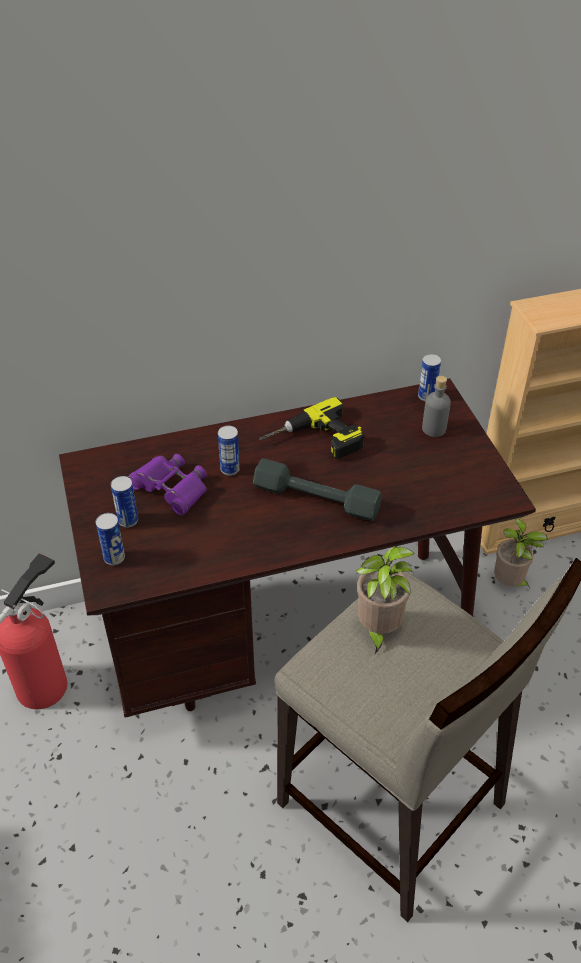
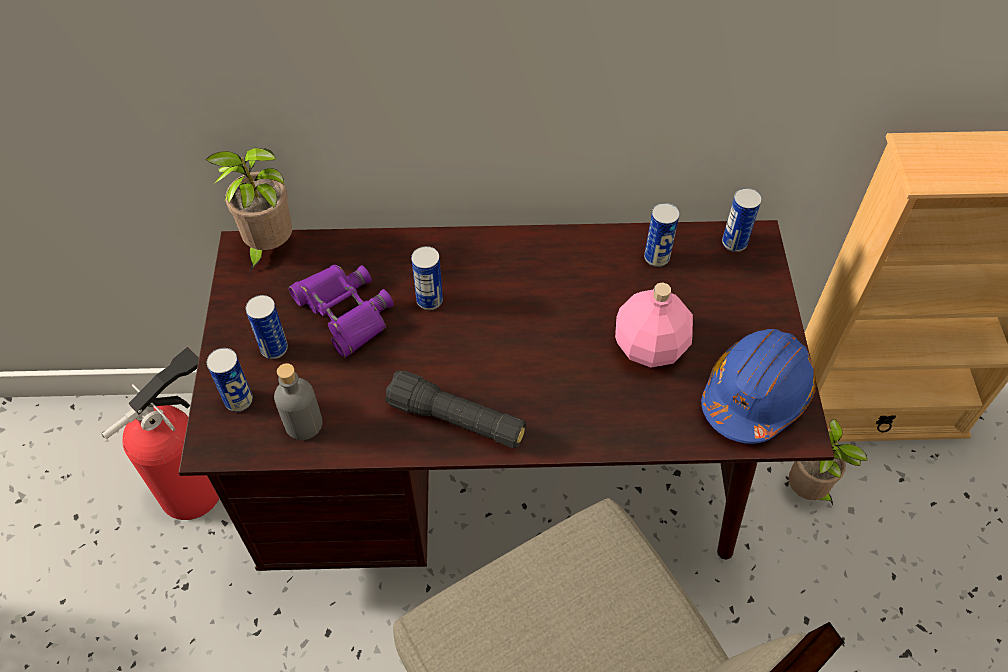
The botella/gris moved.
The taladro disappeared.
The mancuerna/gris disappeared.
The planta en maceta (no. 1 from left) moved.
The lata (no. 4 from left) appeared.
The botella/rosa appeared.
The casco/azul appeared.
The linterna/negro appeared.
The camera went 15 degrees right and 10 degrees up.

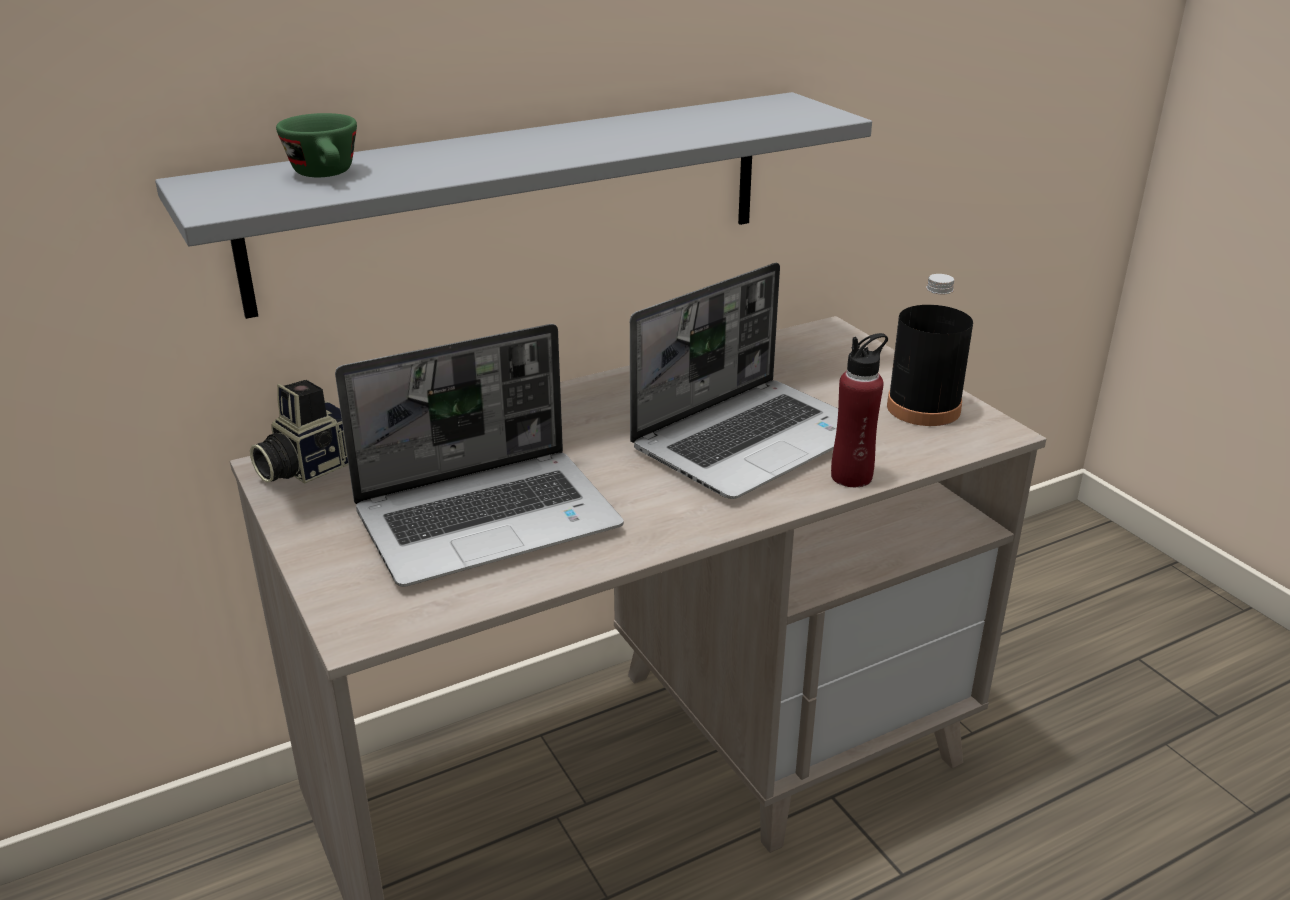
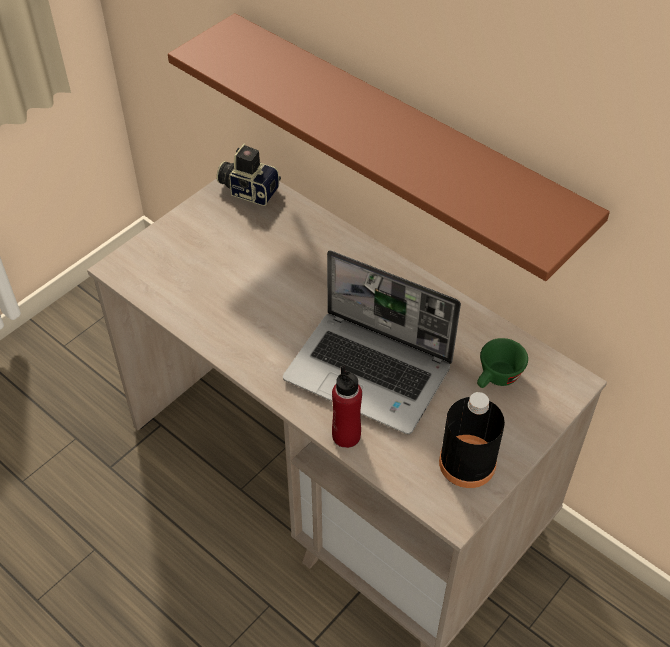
The estante/gris became the estante/marrón.
The taza/verde moved.
The portátil (no. 1 from left) disappeared.
The camera went 70 degrees right and 20 degrees up.

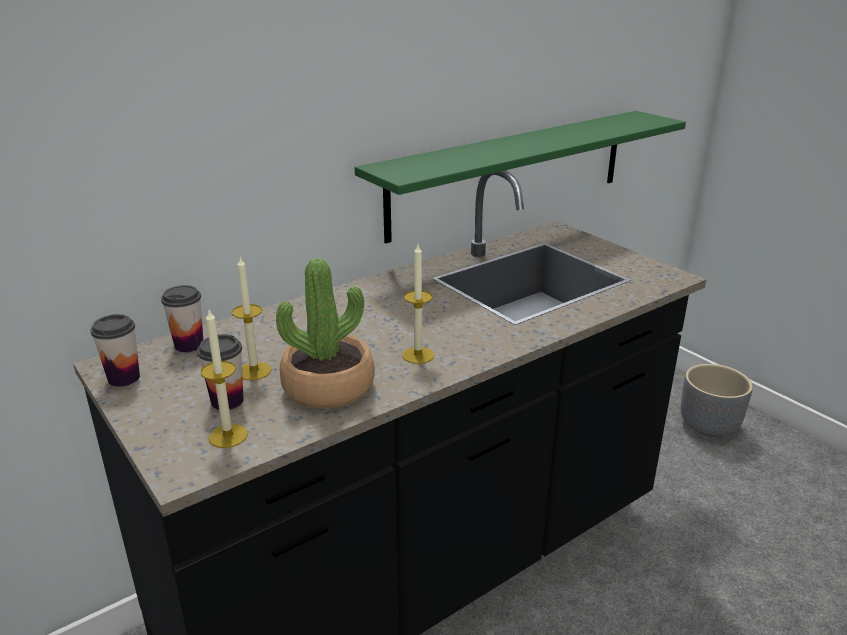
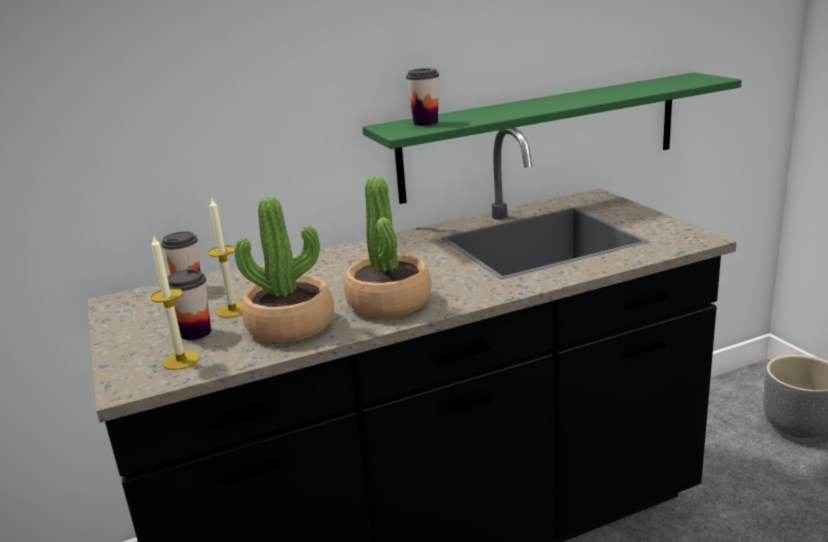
The vela (no. 3 from left) was replaced by the planta en maceta (no. 2 from left).
The taza (no. 1 from left in the first image) moved.
The camera went 15 degrees right and 5 degrees down.

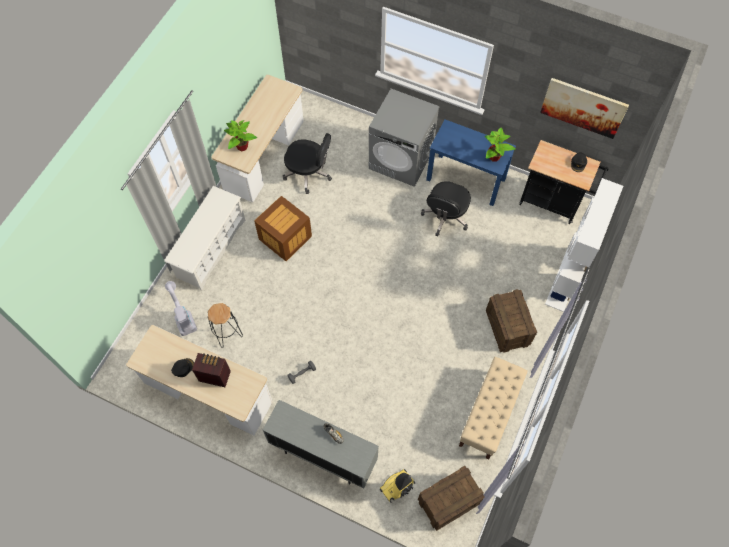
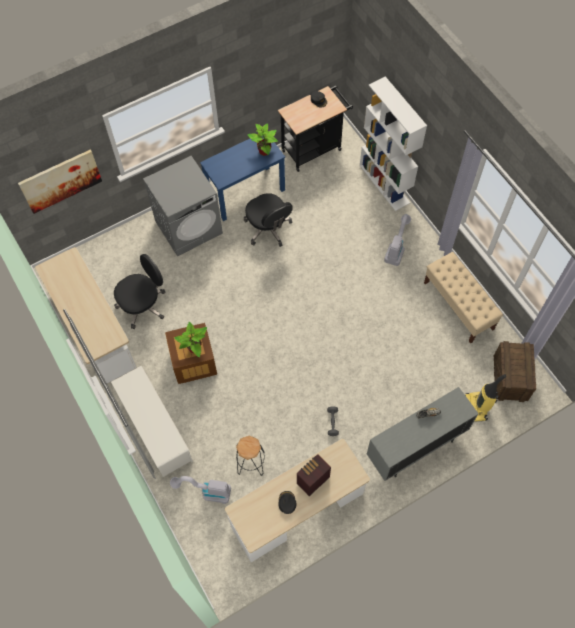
The cuadro moved.
The planta en maceta (no. 1 from left) moved.
The caja de embalaje (no. 3 from left) was replaced by the aspiradora (no. 2 from left).
The camera went 55 degrees left and 0 degrees up.

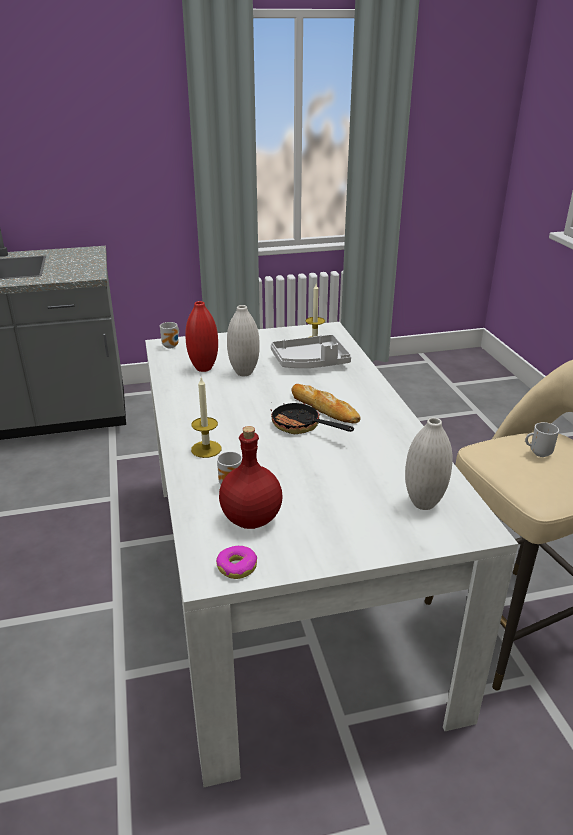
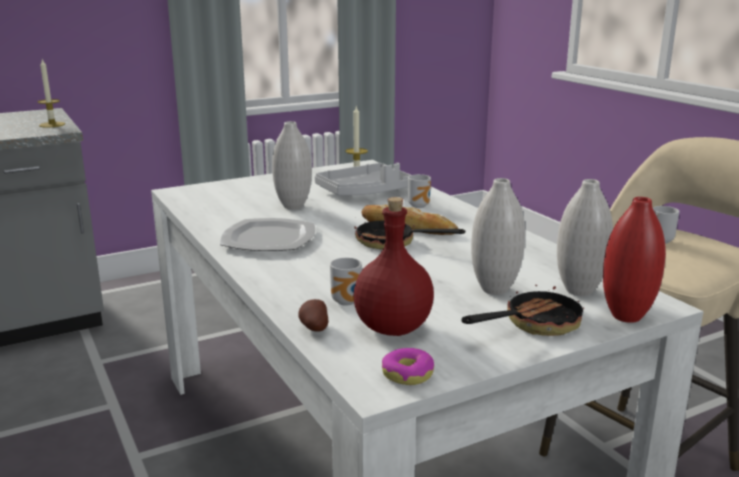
The florero/rojo moved.
The taza grande (no. 1 from left in the first image) moved.
The vela (no. 1 from left) moved.
The florero/blanco (no. 2 from left) appeared.
The plato appeared.
The sartén (no. 2 from left) appeared.
The patata appeared.
The camera went 15 degrees left and 10 degrees down.

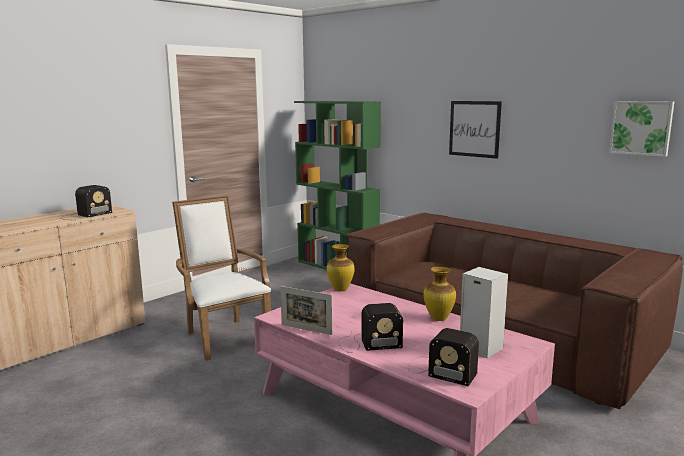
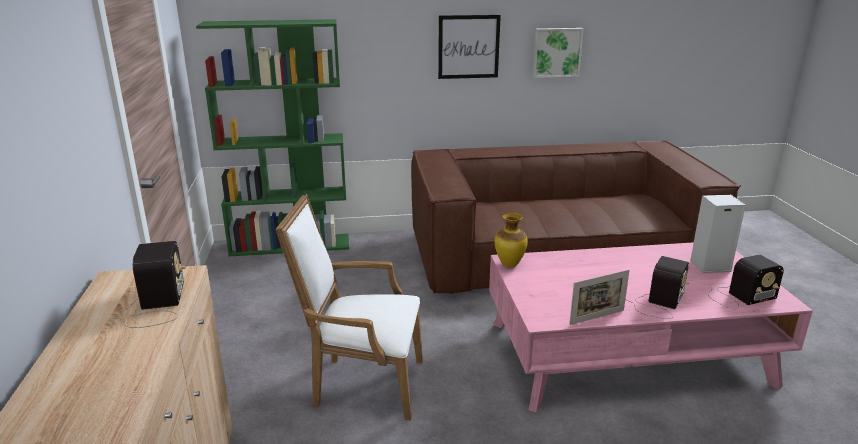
The cuadro (no. 2 from left) moved.
The florero (no. 2 from left) disappeared.
The camera went 50 degrees left and 10 degrees up.

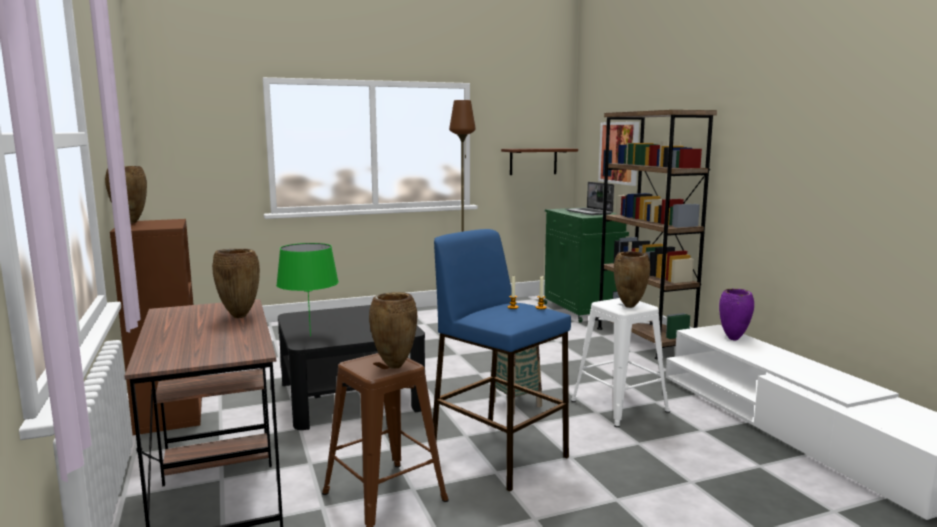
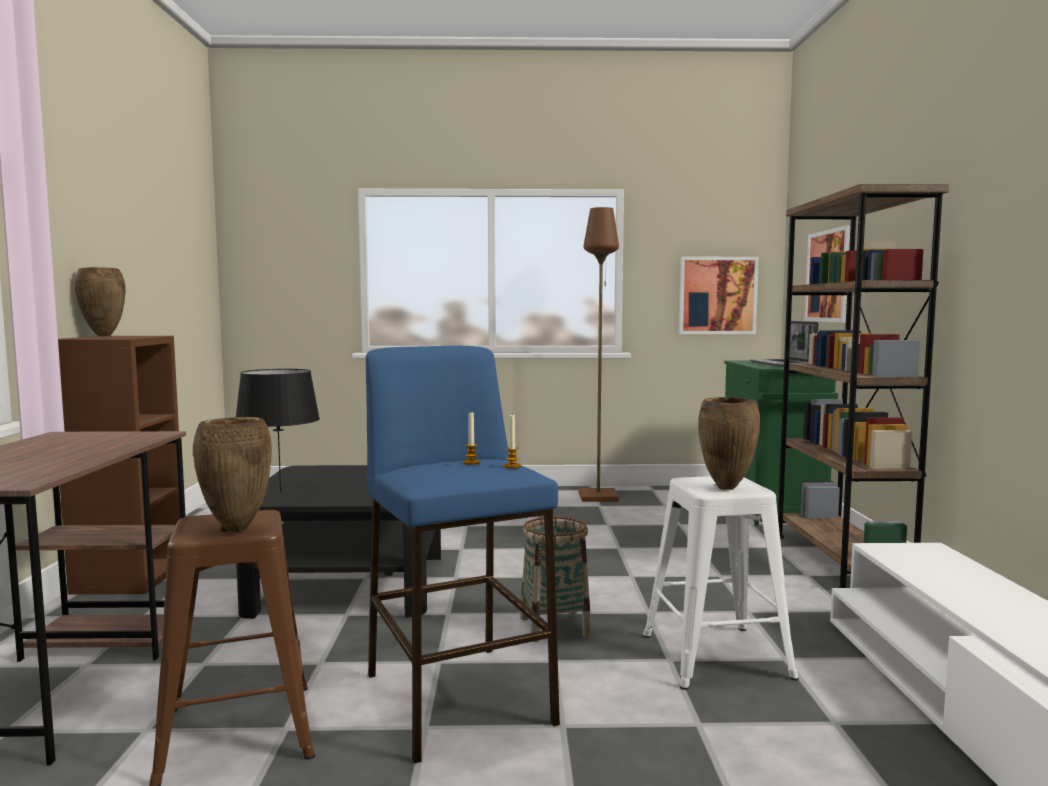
The estante/marrón was replaced by the cuadro (no. 1 from left).
The lámpara de mesa/verde became the lámpara de mesa/negro.
The florero/marrón (no. 2 from left) disappeared.
The florero/morado disappeared.
The camera went 20 degrees right and 5 degrees down.

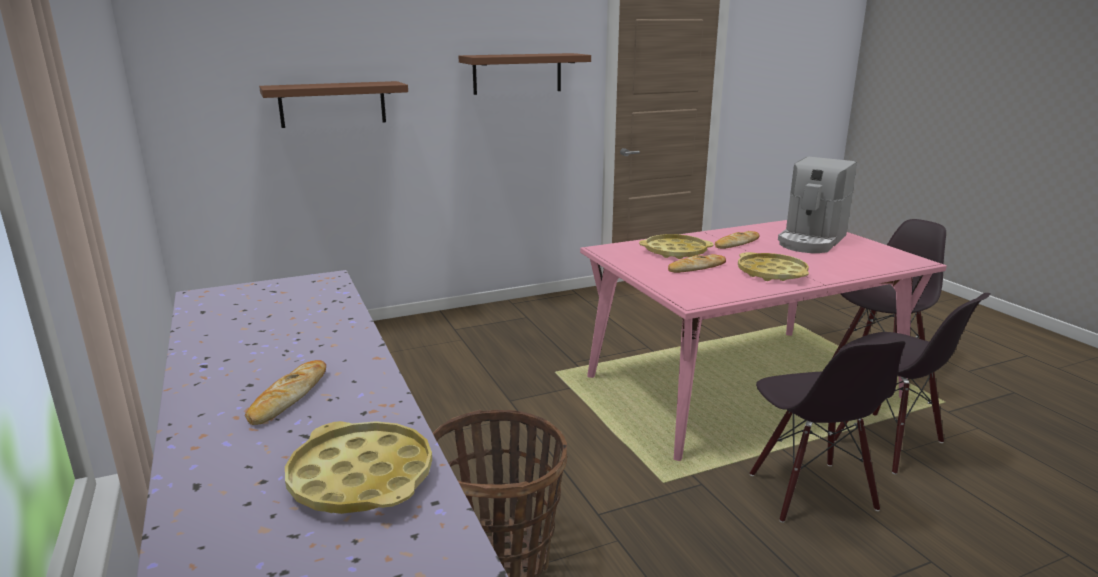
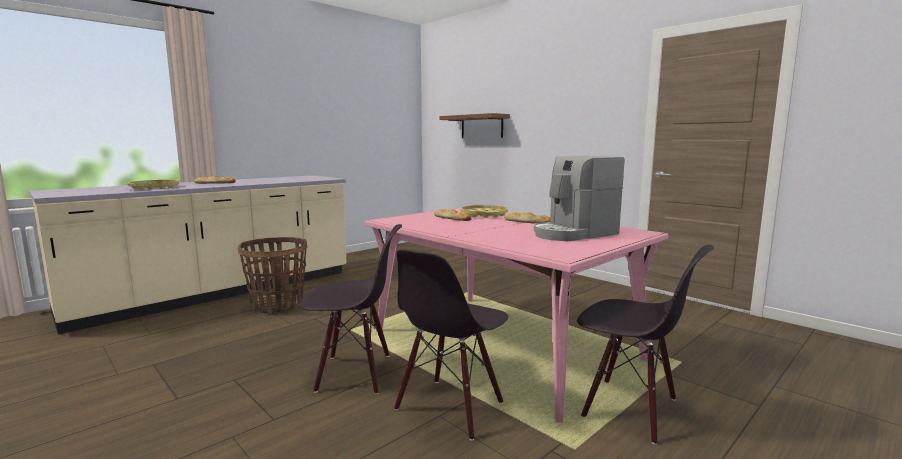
The estante/marrón (no. 2 from left) disappeared.
The cafetera turned 45 degrees counterclockwise.
The bandeja/amarillo (no. 3 from left) disappeared.
The silla/negro (no. 1 from left) turned 150 degrees counterclockwise.
The camera went 70 degrees right and 10 degrees down.

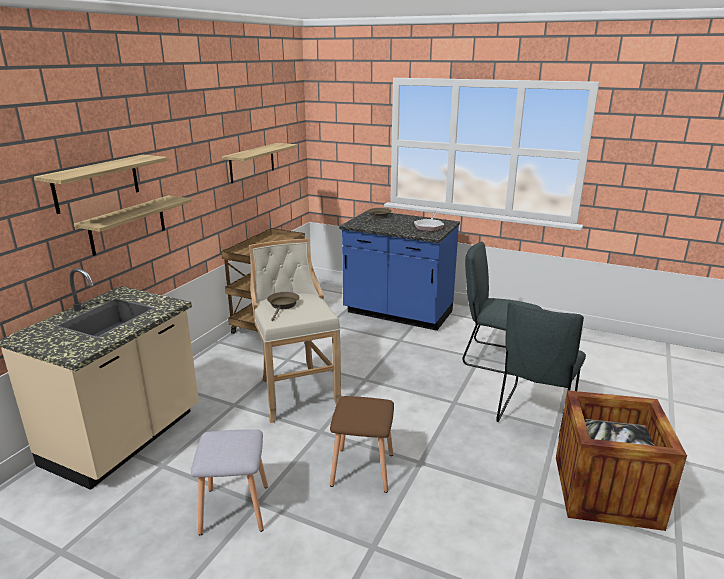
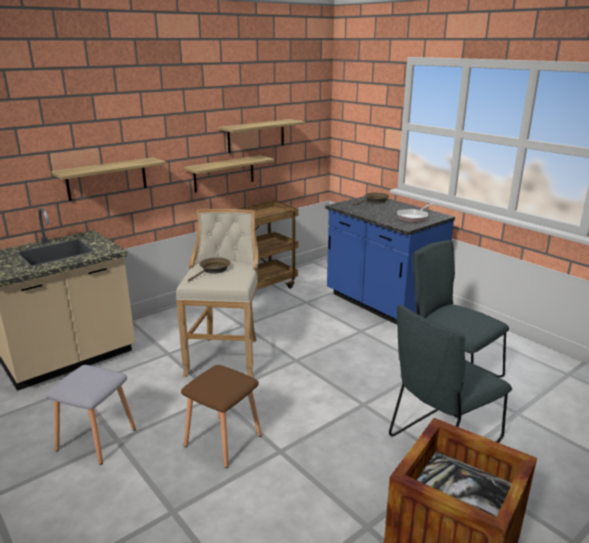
The estante (no. 1 from left in the first image) moved.
The camera went 25 degrees right and 0 degrees up.

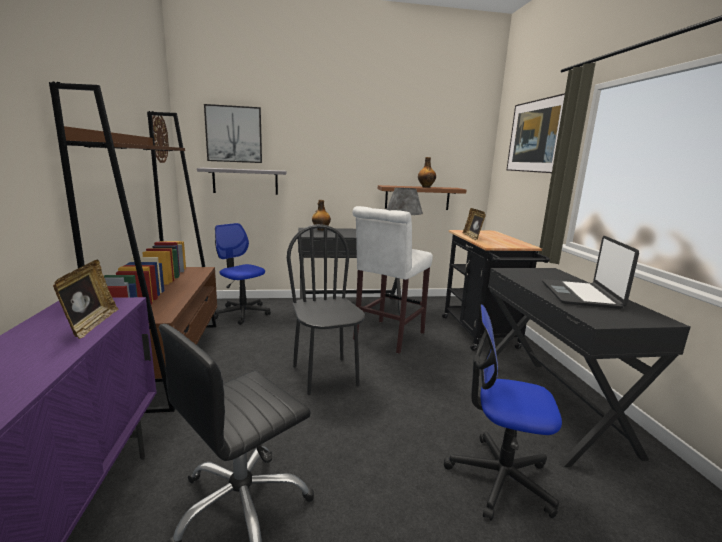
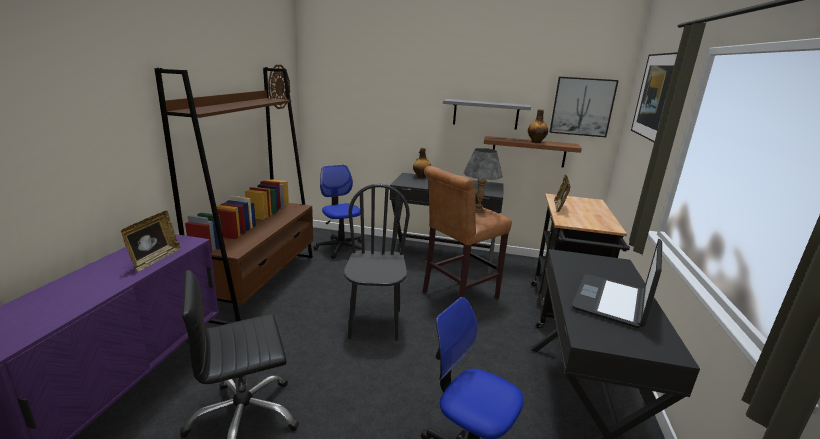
The cuadro (no. 1 from left) moved.
The estante/gris moved.
The taburete/blanco became the taburete/marrón.
The camera went 20 degrees right and 5 degrees up.

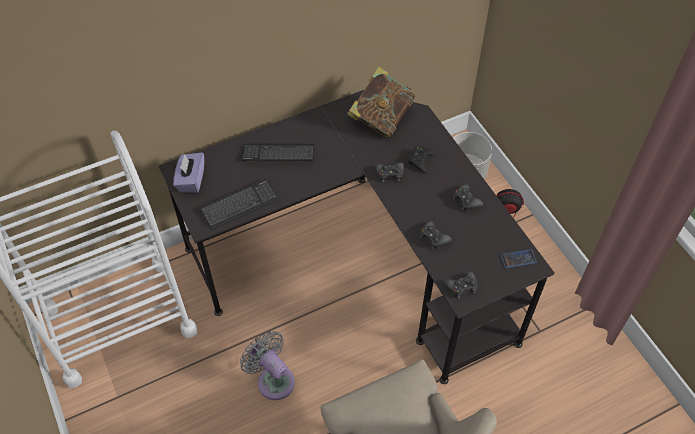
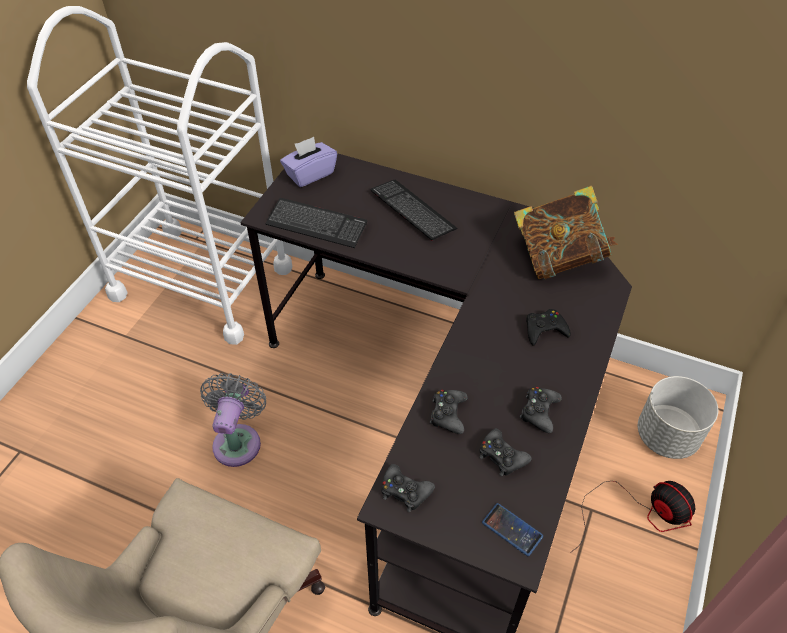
The mando de consola/negro (no. 1 from left in the first image) moved.
The camera went 50 degrees right and 5 degrees down.

